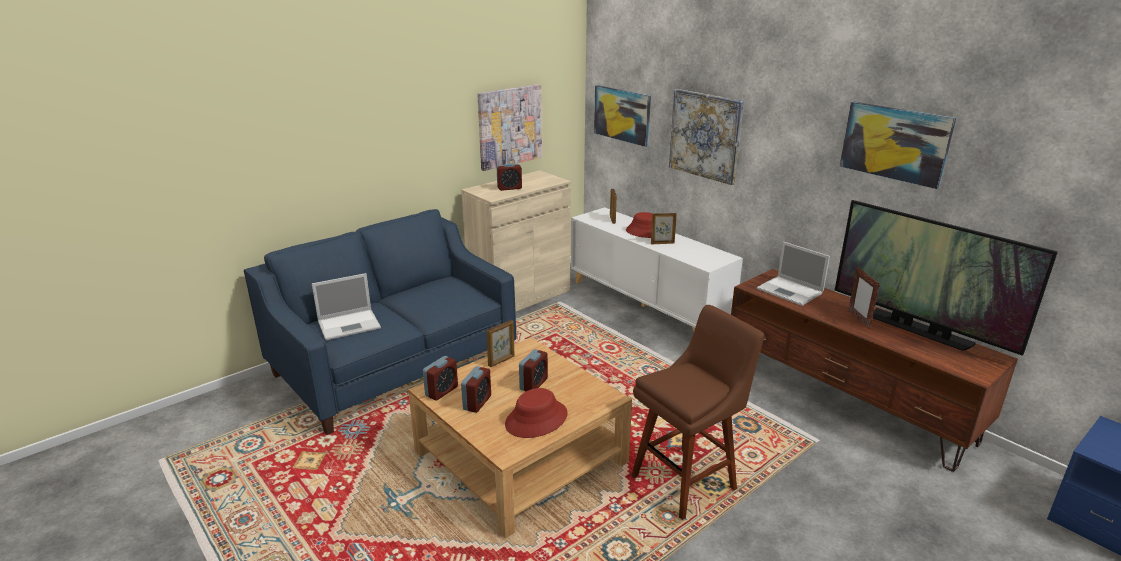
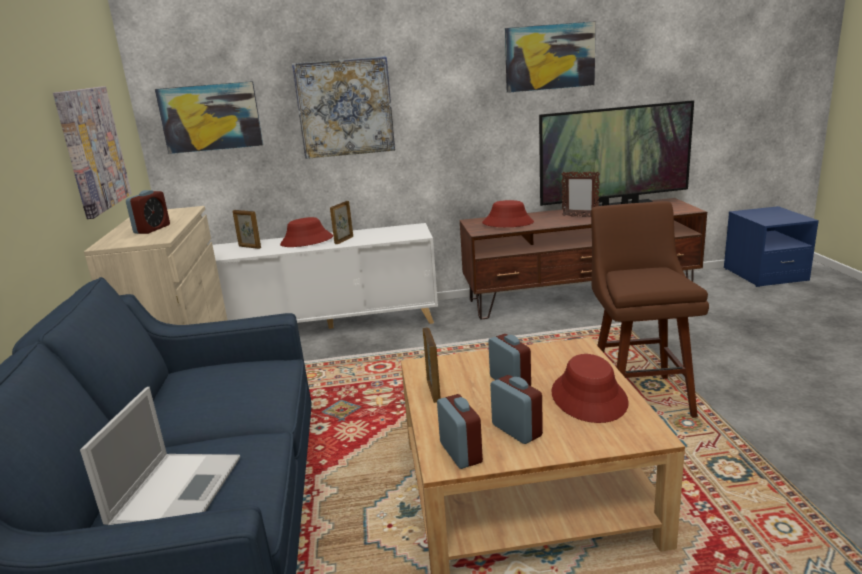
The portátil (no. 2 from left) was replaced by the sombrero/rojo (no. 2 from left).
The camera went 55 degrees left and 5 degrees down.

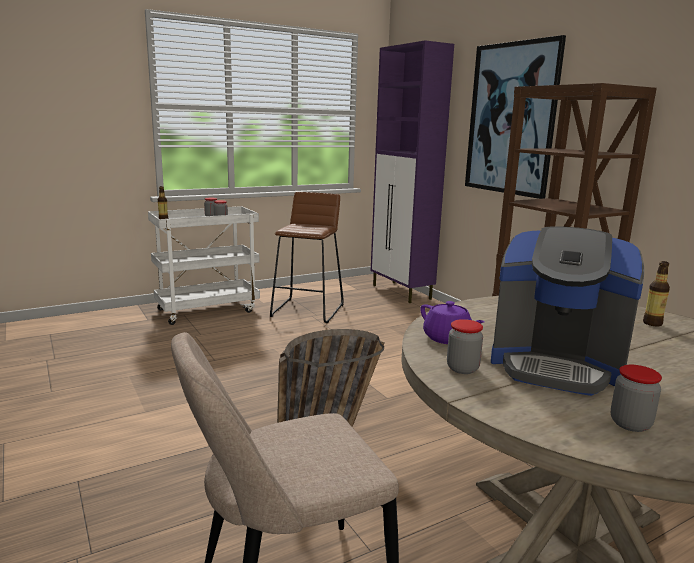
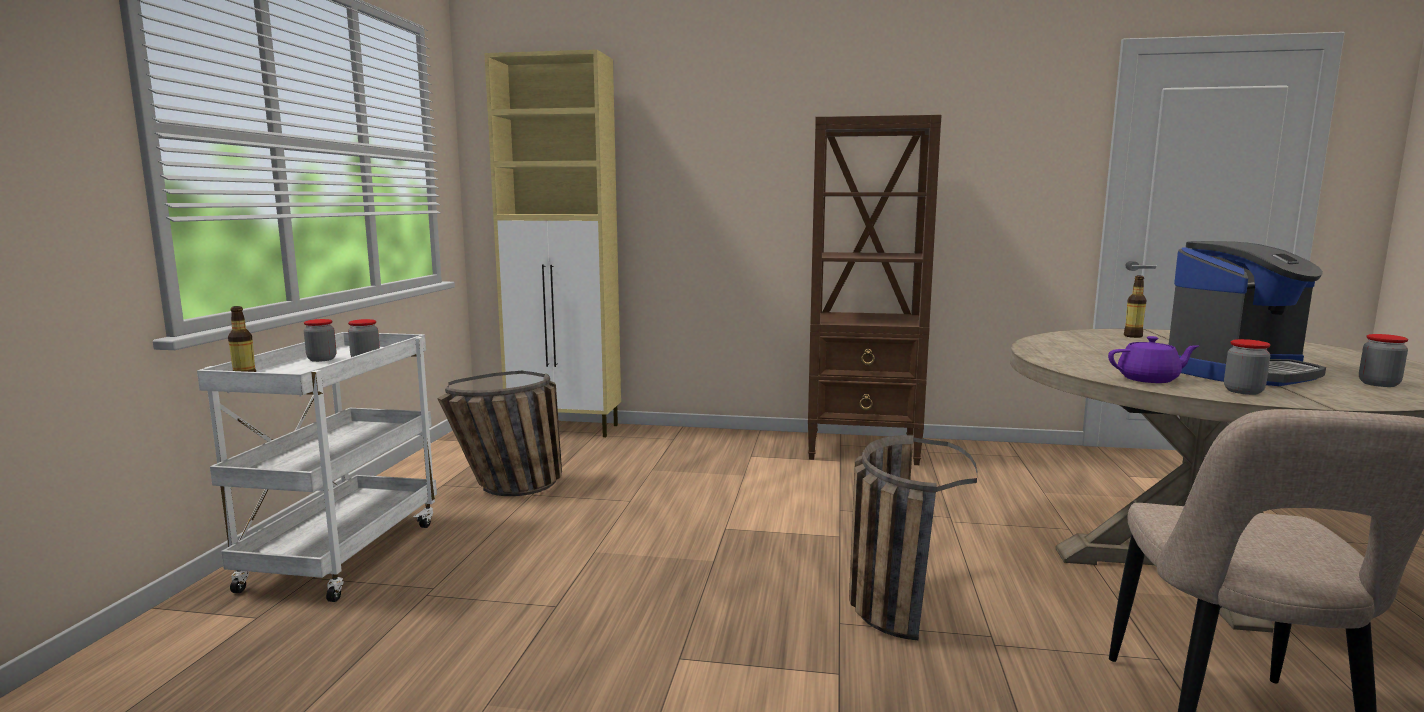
The cuadro disappeared.
The armario/morado became the armario/beis.
The taburete/marrón was replaced by the cesta (no. 1 from left).
The camera went 50 degrees left and 5 degrees down.

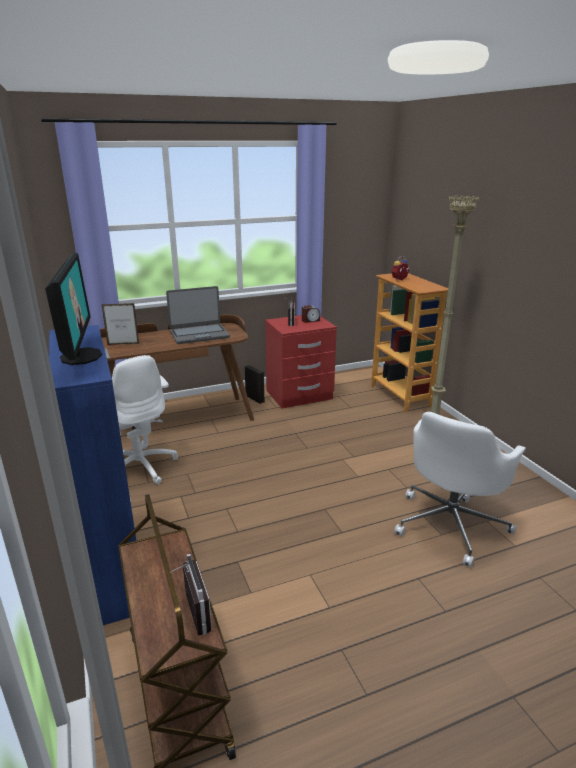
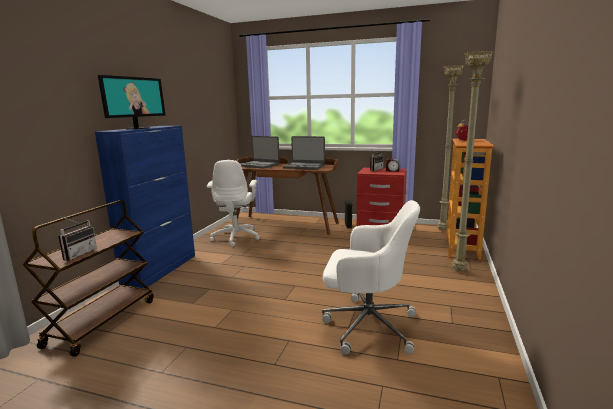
The portarretratos was replaced by the portátil (no. 1 from left).
The silla de oficina/blanco (no. 2 from left) turned 150 degrees counterclockwise.
The lámpara de pie/beis (no. 1 from left) appeared.
The camera went 40 degrees right and 10 degrees down.

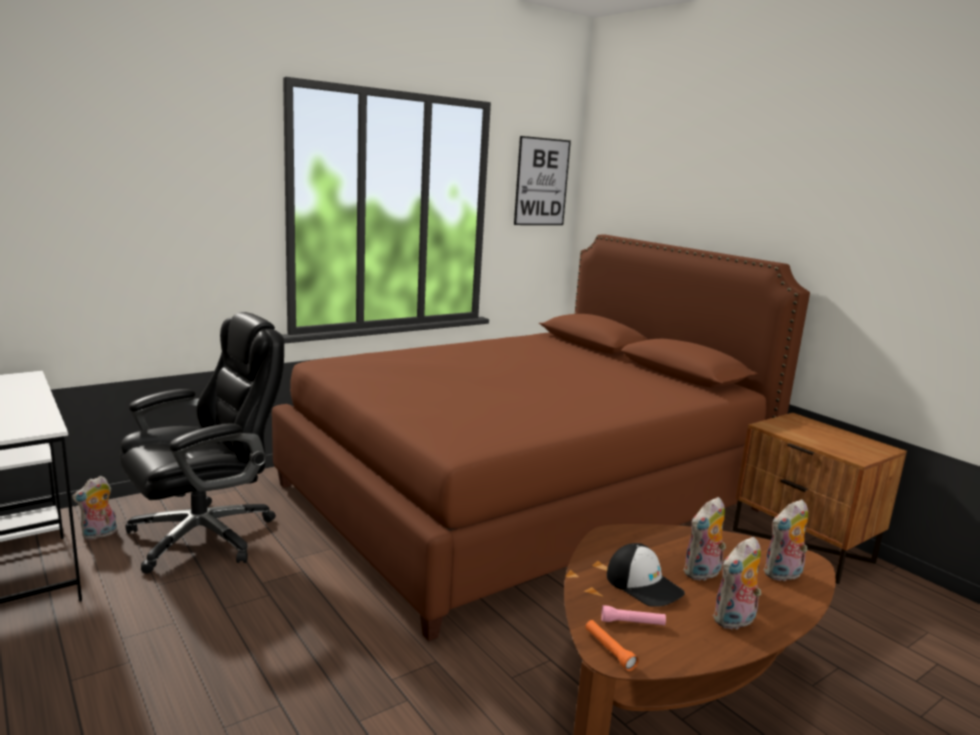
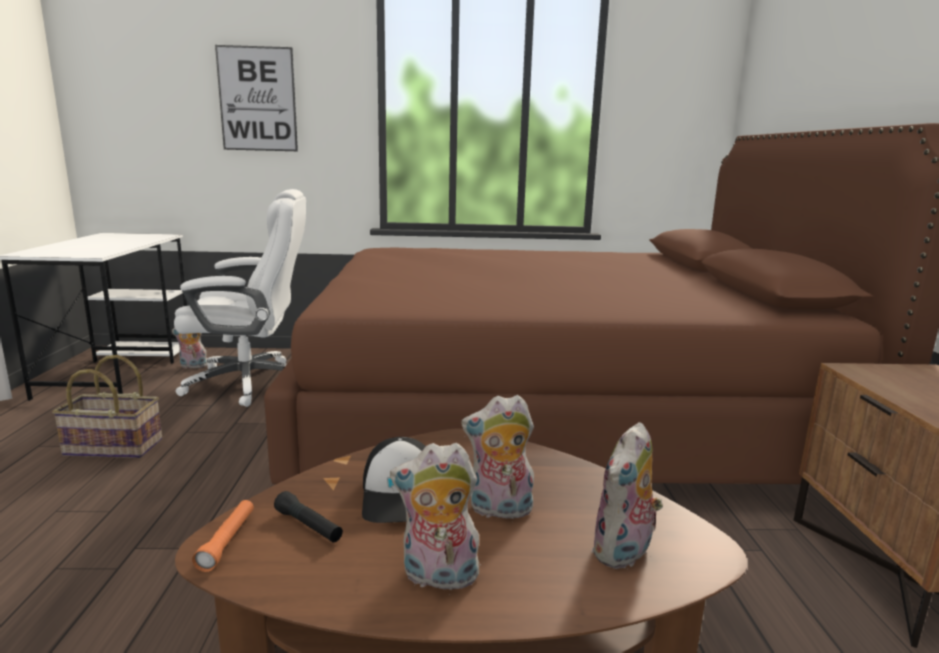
The cuadro moved.
The silla de oficina/negro became the silla de oficina/blanco.
The peluche (no. 4 from left) turned 60 degrees counterclockwise.
The linterna/rosa became the linterna/negro.
The cesta appeared.
The camera went 35 degrees right and 0 degrees up.

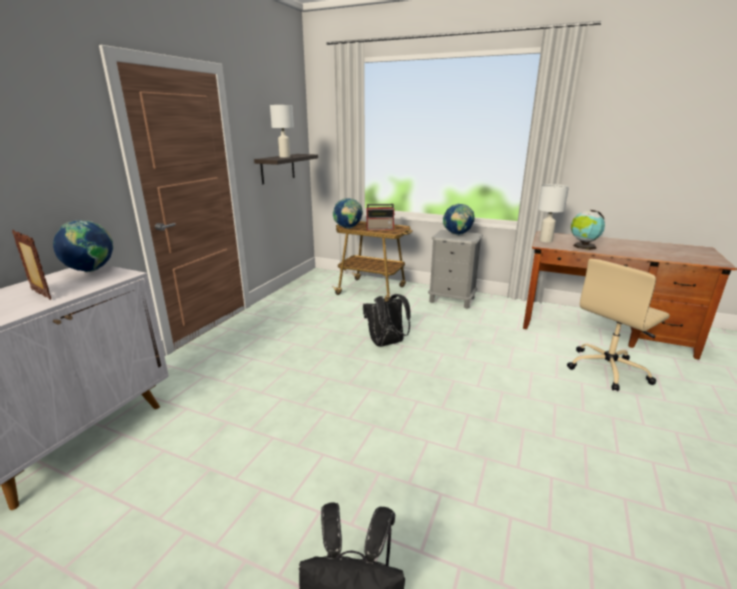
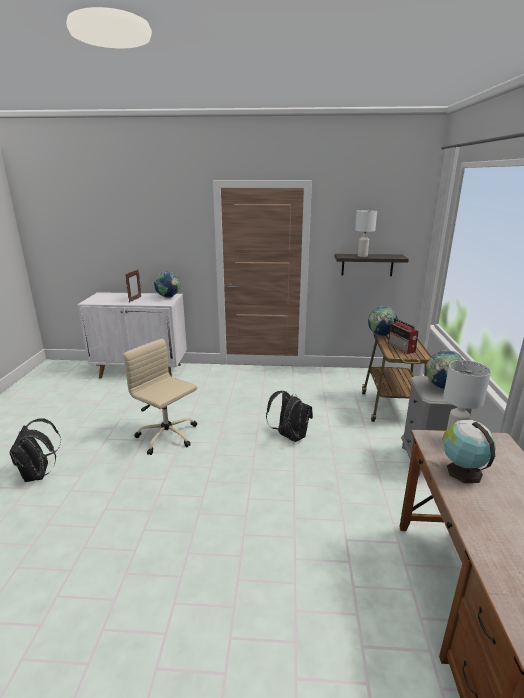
The silla de oficina/beis moved.
The camera went 70 degrees right and 0 degrees up.

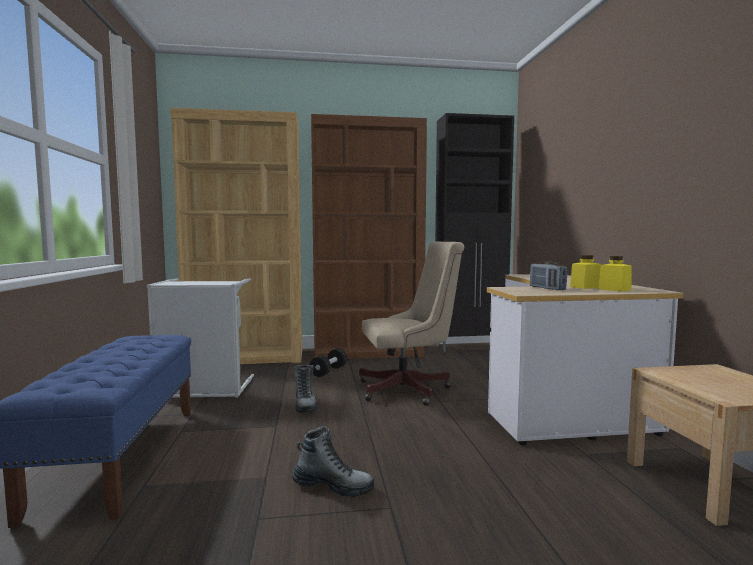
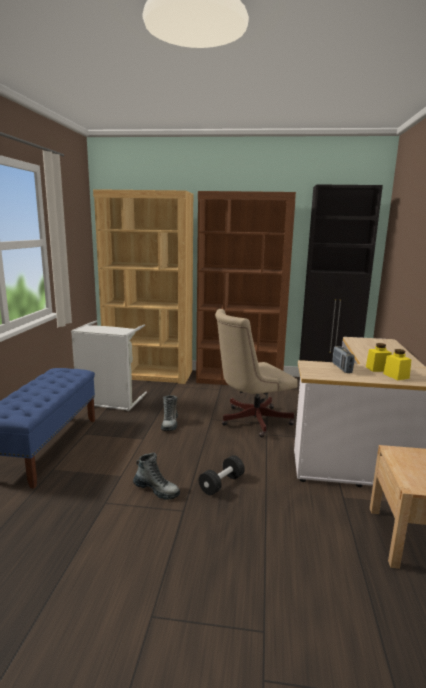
The silla de oficina/beis turned 150 degrees clockwise.
The mancuerna/negro moved.
The camera went 15 degrees right and 10 degrees up.

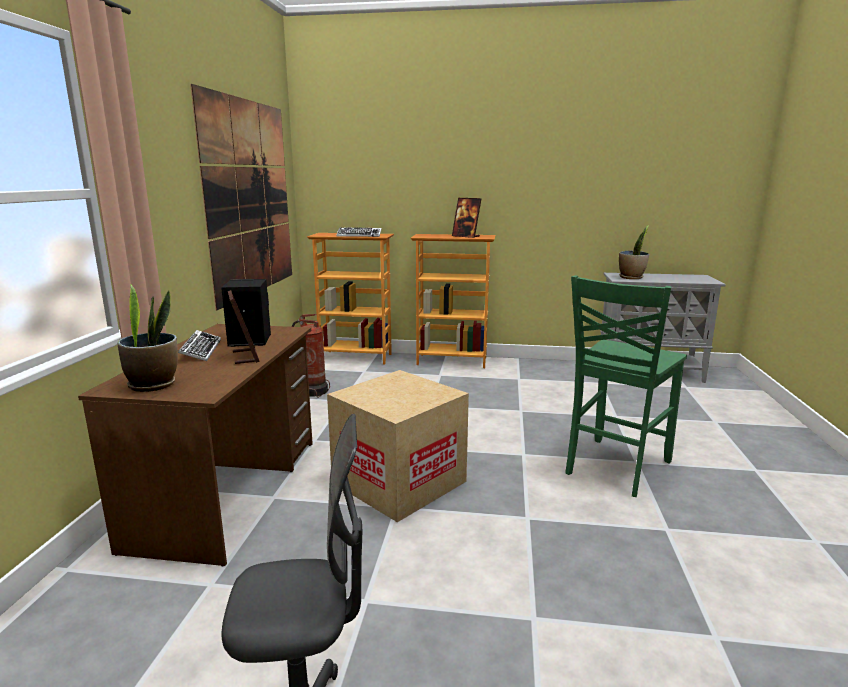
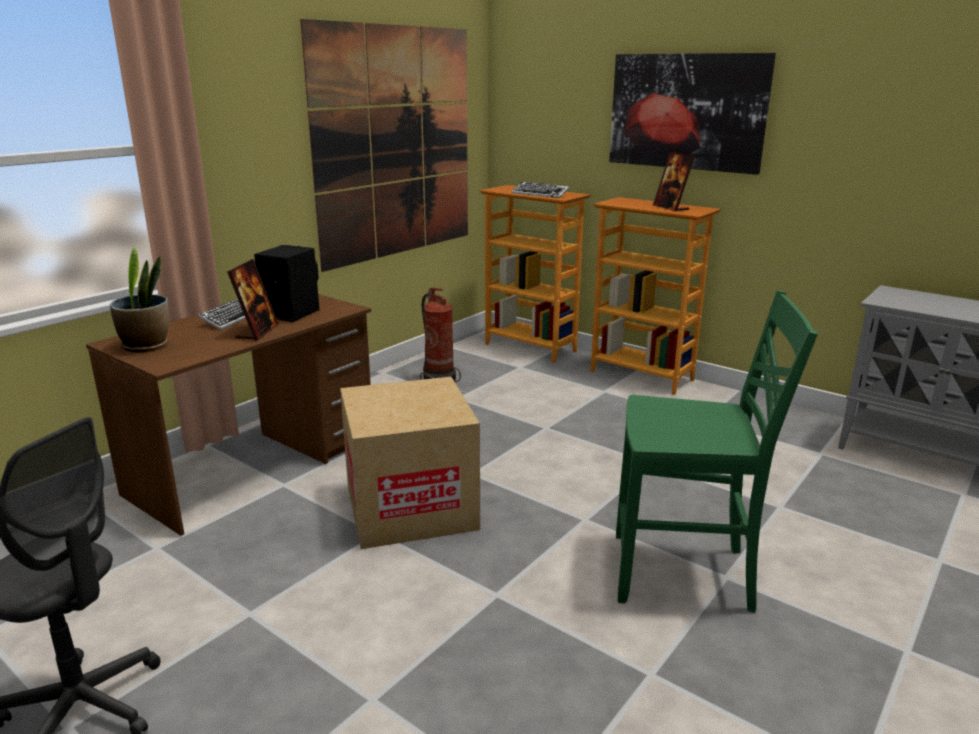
The planta en maceta (no. 2 from left) disappeared.
The silla/verde turned 150 degrees counterclockwise.
The cuadro (no. 2 from left) appeared.
The camera went 30 degrees right and 5 degrees up.

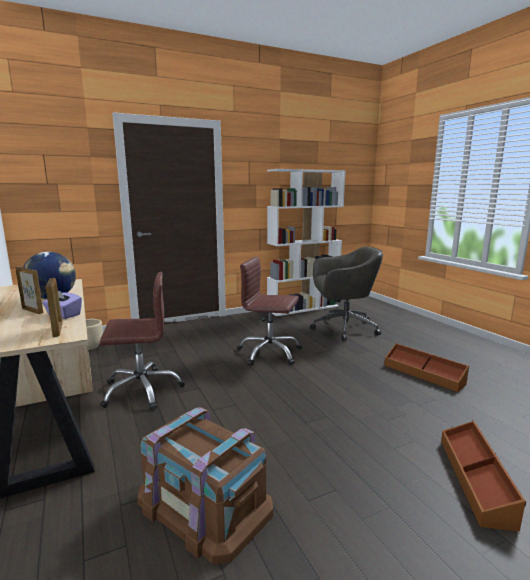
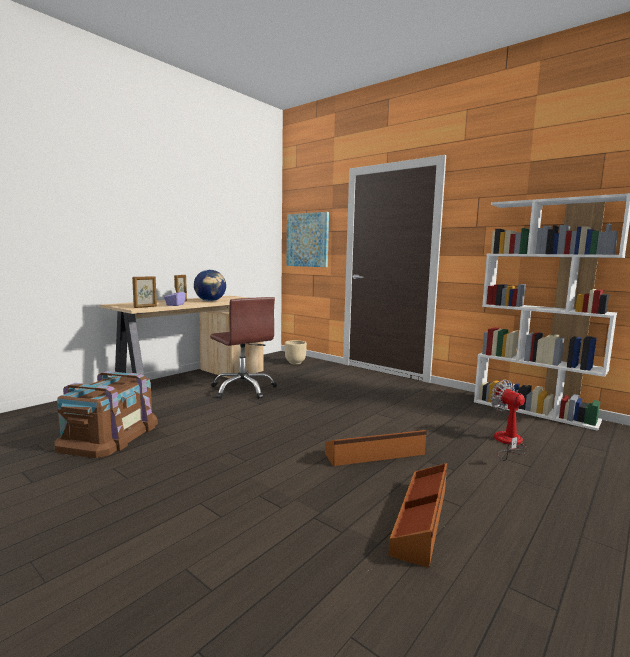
The silla de oficina/gris was replaced by the ventilador.
The silla de oficina/marrón (no. 2 from left) disappeared.
The caja de almacenaje/marrón (no. 3 from left in the first image) moved.
The cuadro appeared.
The camera went 65 degrees right and 5 degrees down.

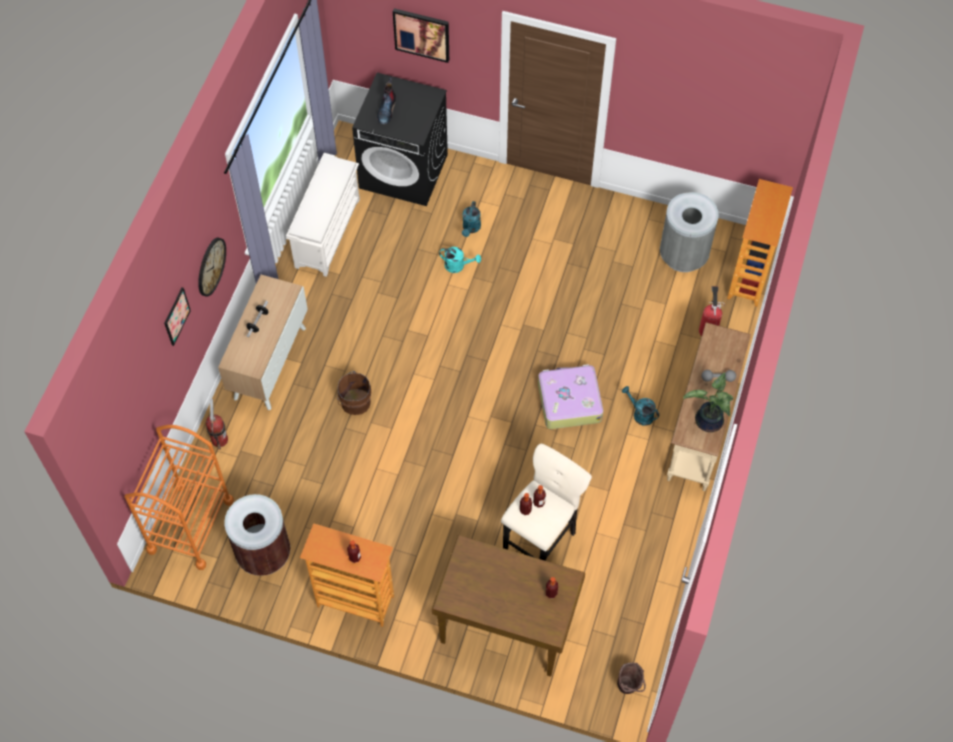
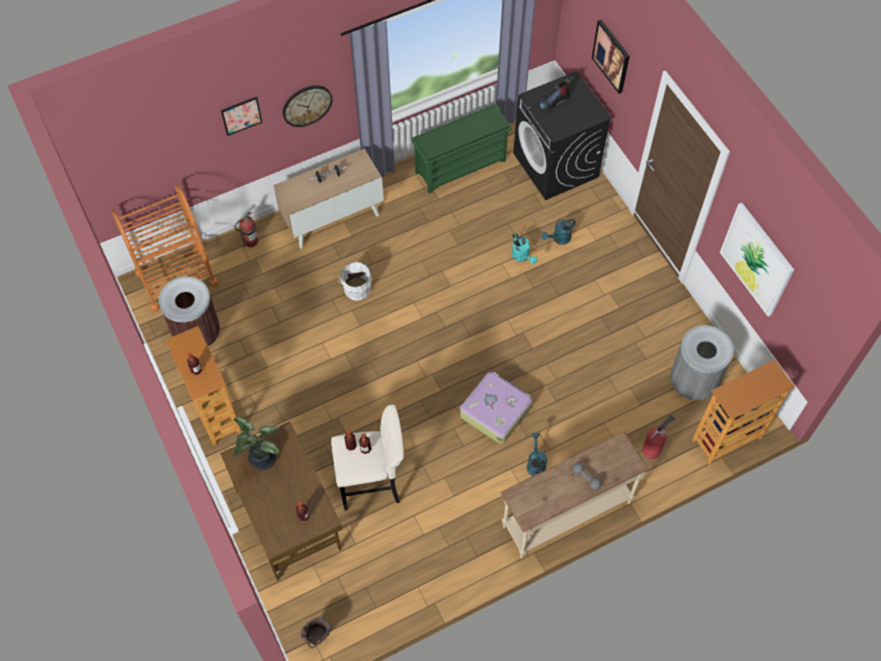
The zapatero/blanco became the zapatero/verde.
The cubo/marrón (no. 1 from left) became the cubo/blanco.
The planta en maceta moved.
The cuadro (no. 3 from left) appeared.
The camera went 45 degrees right and 0 degrees up.

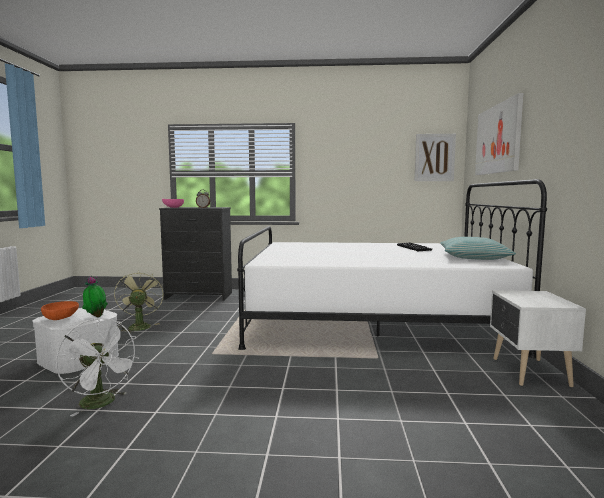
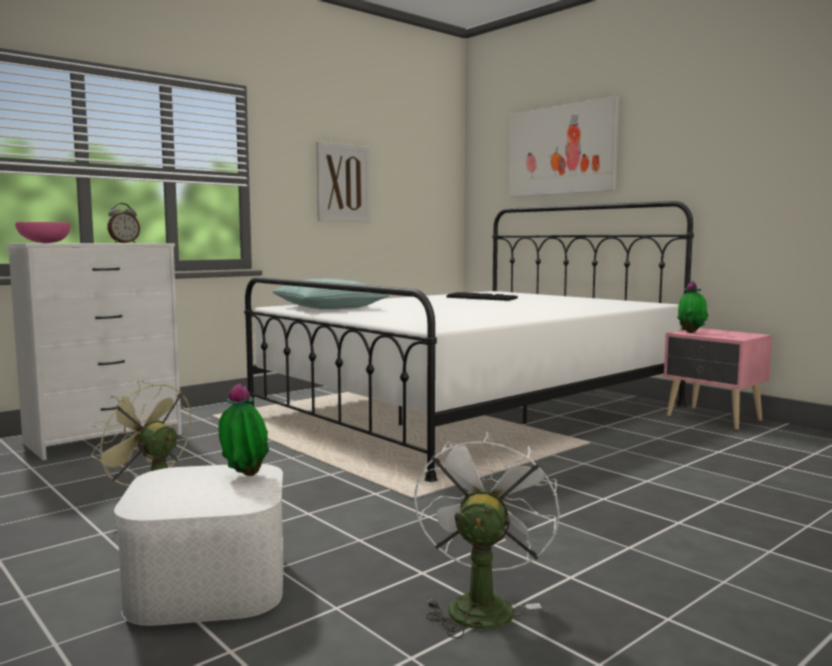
The cuadro (no. 1 from left) moved.
The cómoda/negro became the cómoda/blanco.
The cojín moved.
The mesita de noche/blanco became the mesita de noche/rosa.
The cuenco/naranja disappeared.
The ventilador/blanco turned 75 degrees counterclockwise.
The planta en maceta (no. 2 from left) appeared.
The camera went 45 degrees left and 0 degrees up.

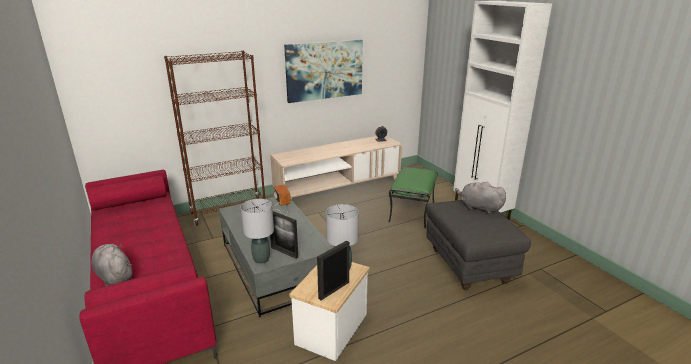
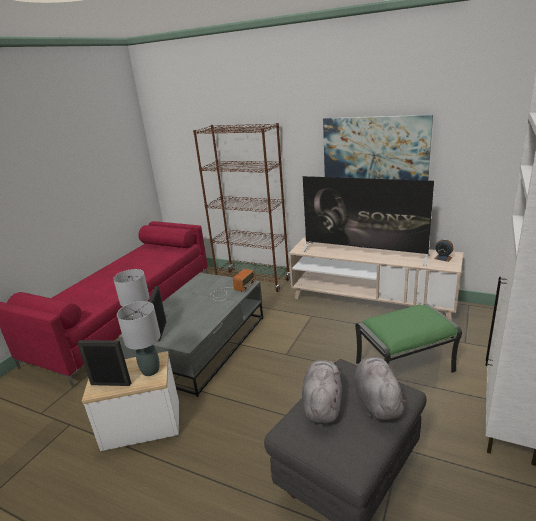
The peluche/gris (no. 1 from left) moved.
The televisor appeared.
The camera went 55 degrees right and 0 degrees up.

